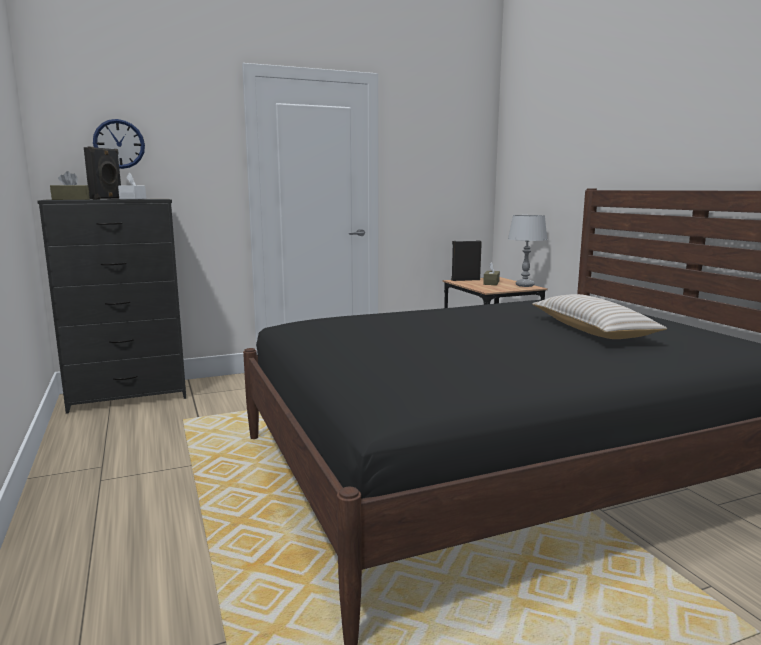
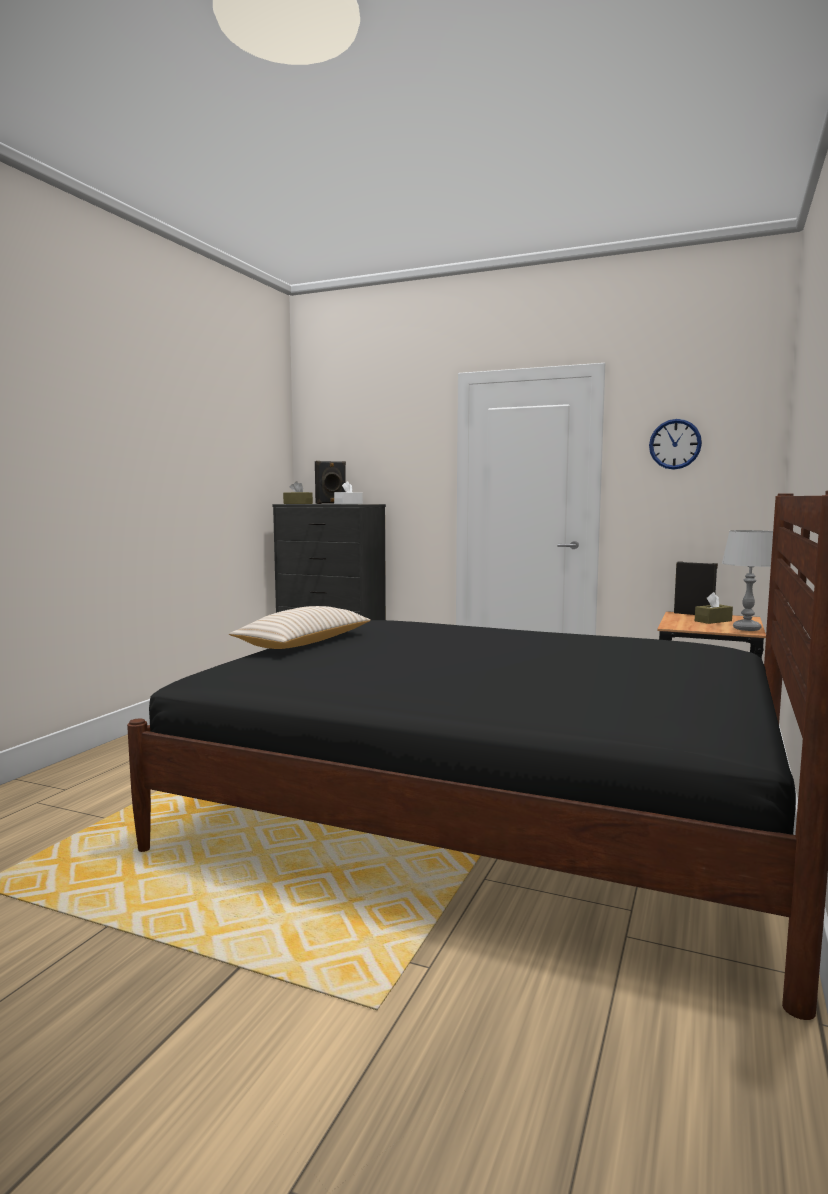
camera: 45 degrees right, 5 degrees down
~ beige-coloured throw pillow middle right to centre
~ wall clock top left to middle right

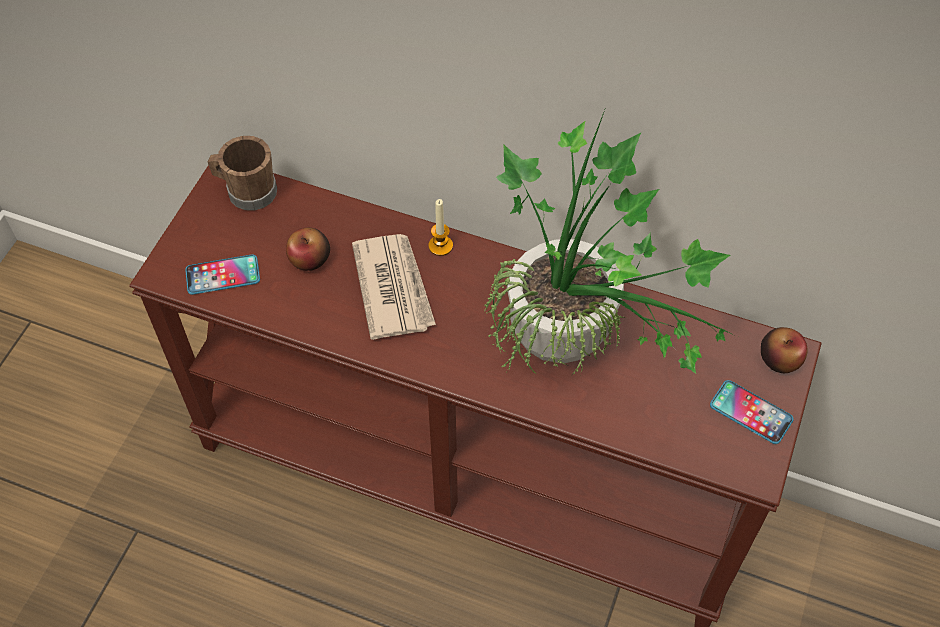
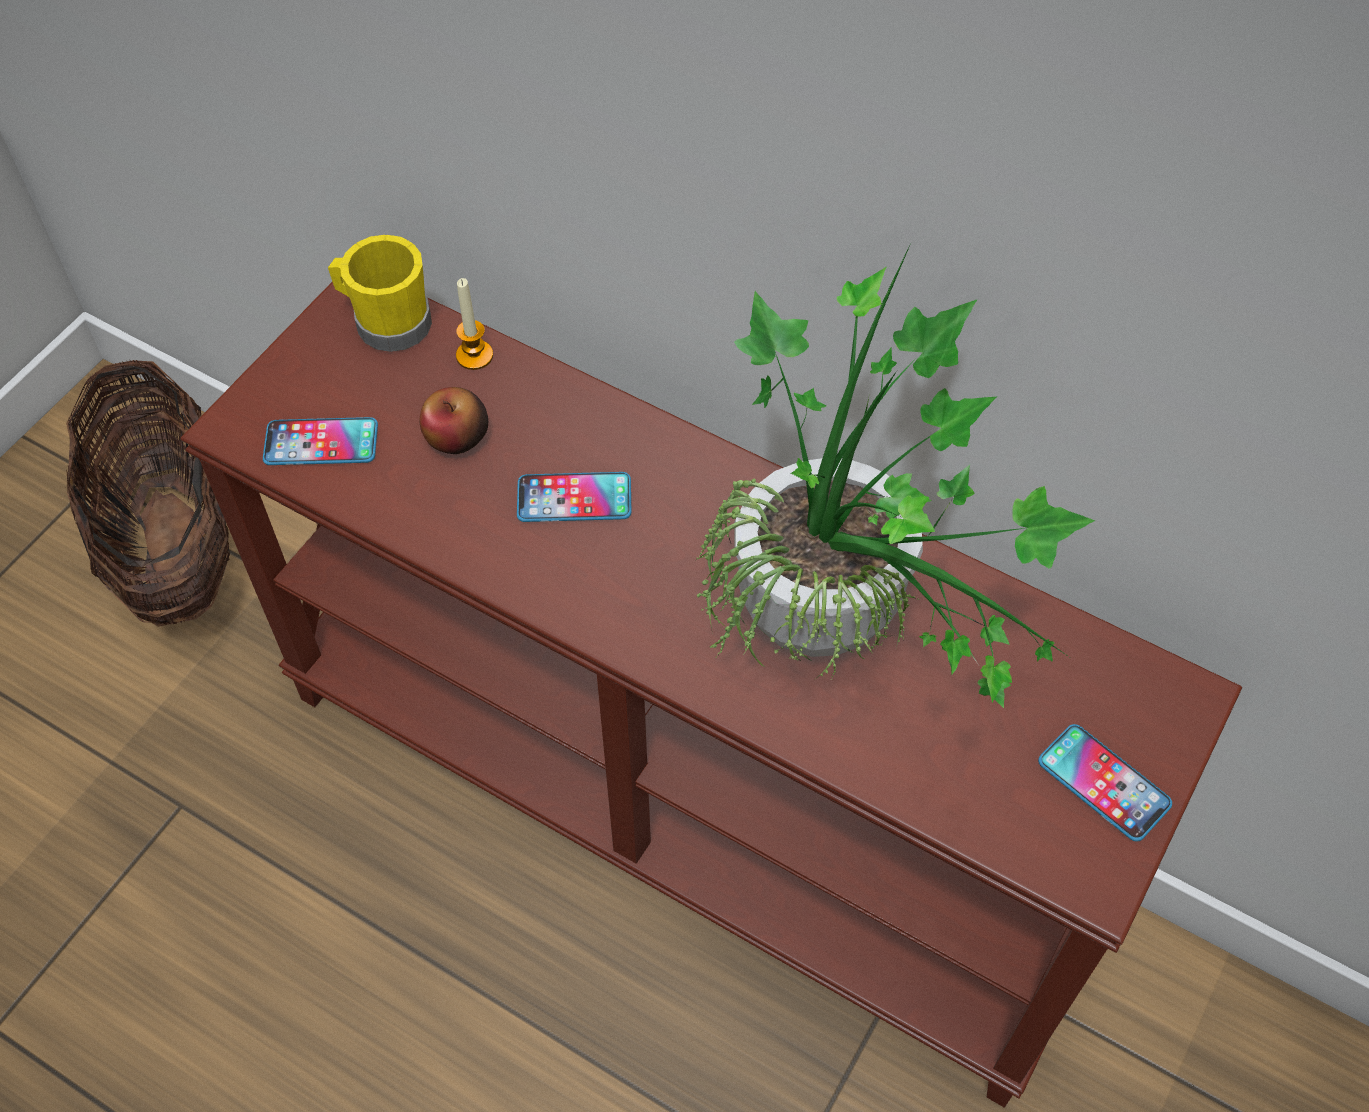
camera: 10 degrees right, 0 degrees up
+ basket middle left
~ brown coffee mug top left to yellow-coloured coffee mug top left
~ wax light centre to top centre
~ daily paper centre to phone (2nd from left) centre
- apple (2nd from left) middle right

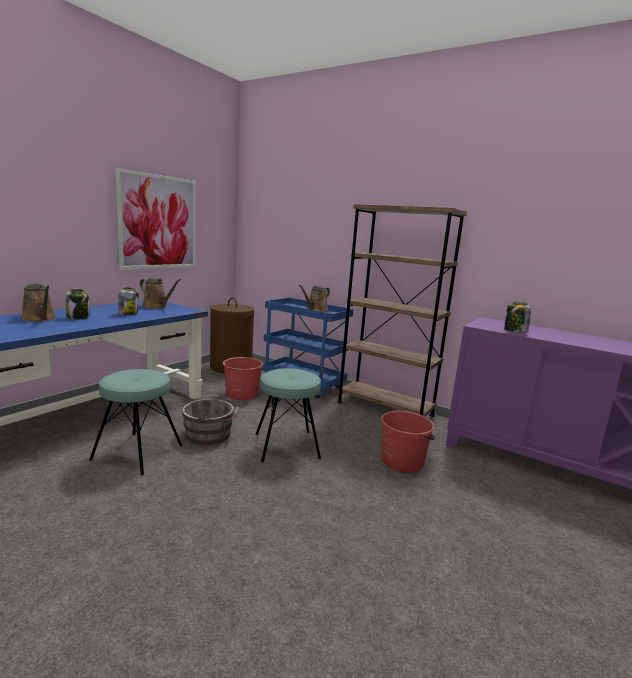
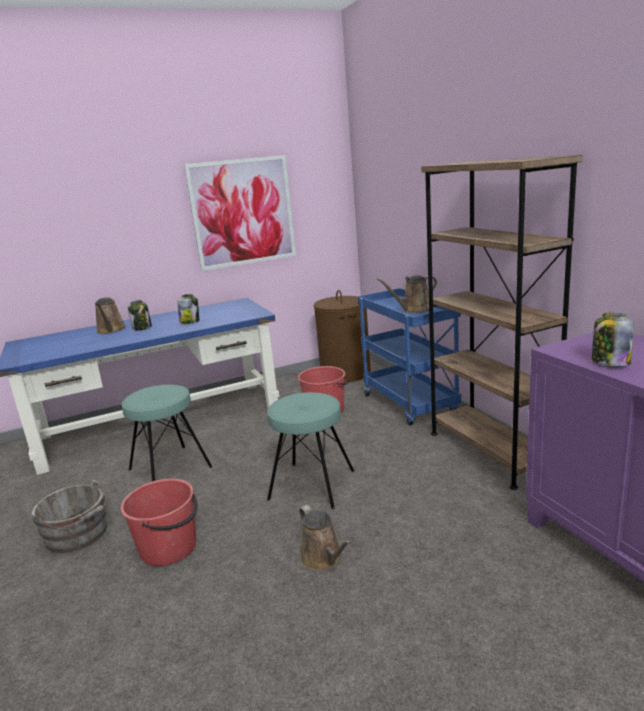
camera: 35 degrees right, 5 degrees up
~ greyish water bucket centre to bottom left
~ red-coloured water bucket (2nd from left in the first image) centre to red-coloured water bucket (1st from left) bottom left
~ brown sprinkling can (2nd from left) middle left to bottom centre

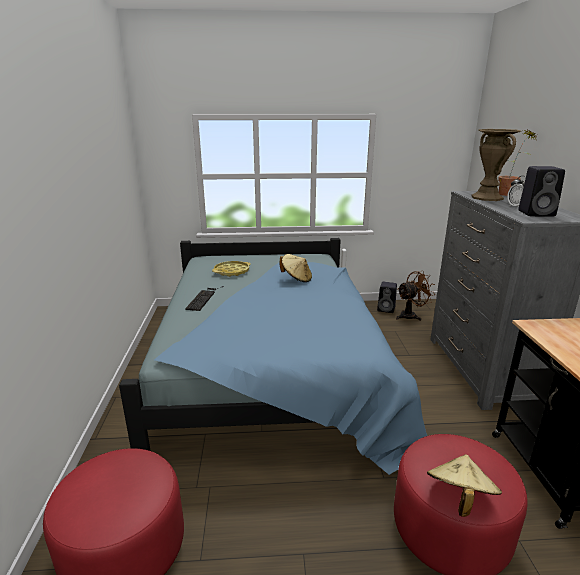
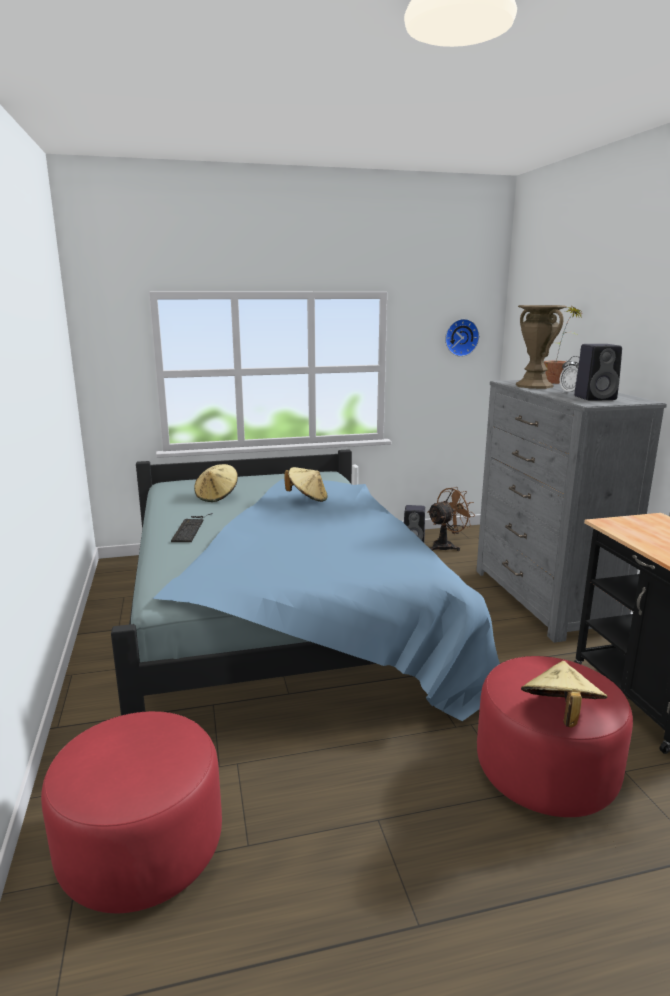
camera: 10 degrees left, 5 degrees down
~ yellow-coloured carrying tray centre to beige-coloured hat (1st from left) middle left
+ wall clock middle right

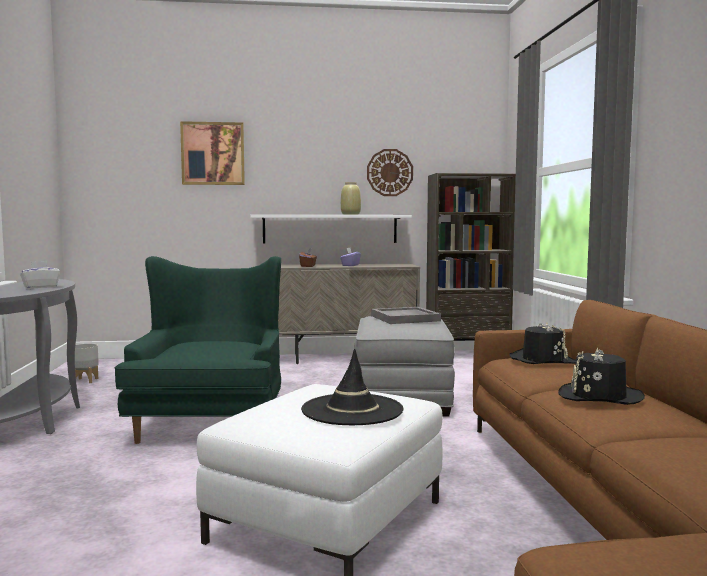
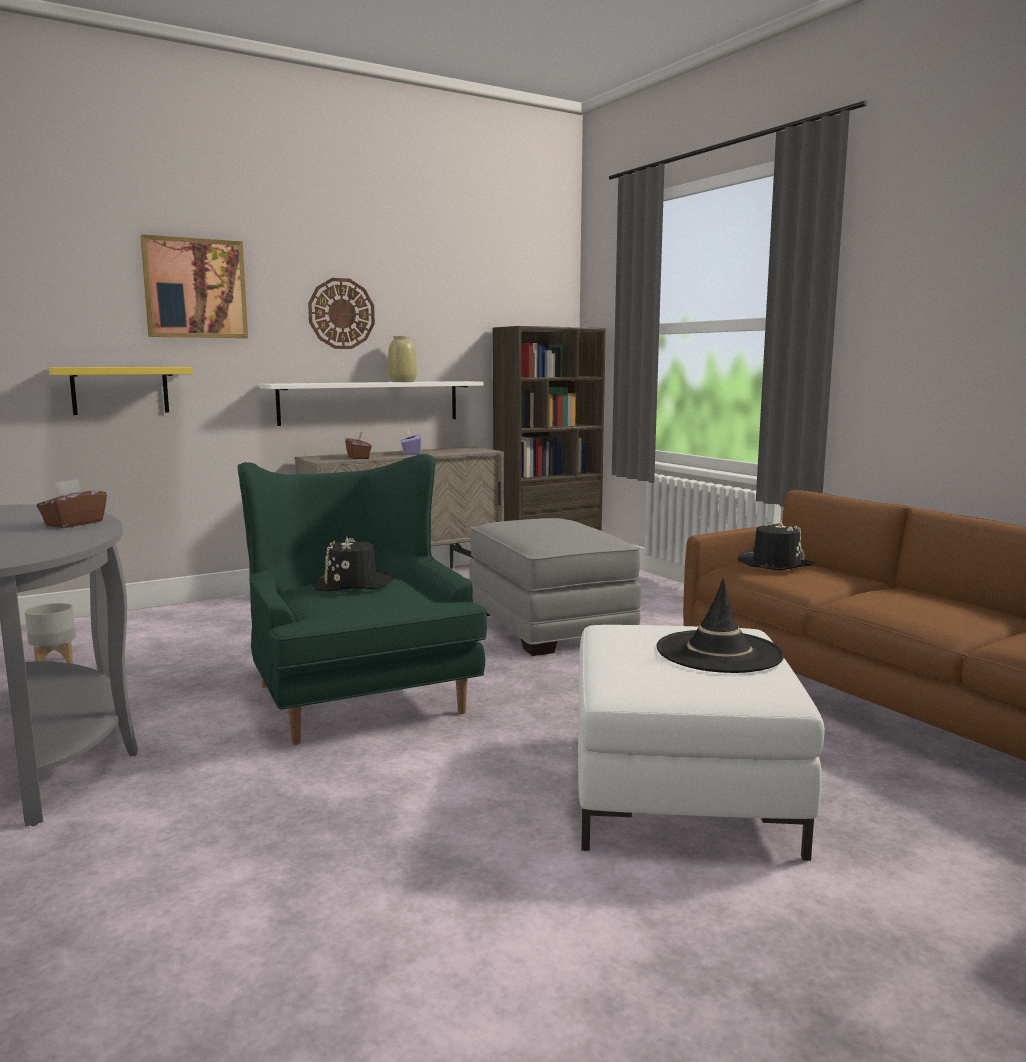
camera: 25 degrees left, 5 degrees up
~ whitish tissue holder middle left to brown tissue holder (1st from left) middle left
+ yellow-coloured bracket shelf middle left
~ wall clock top centre to top left
~ black hat (3rd from left in the first image) middle right to black hat (1st from left) centre
- greyish carrying tray centre

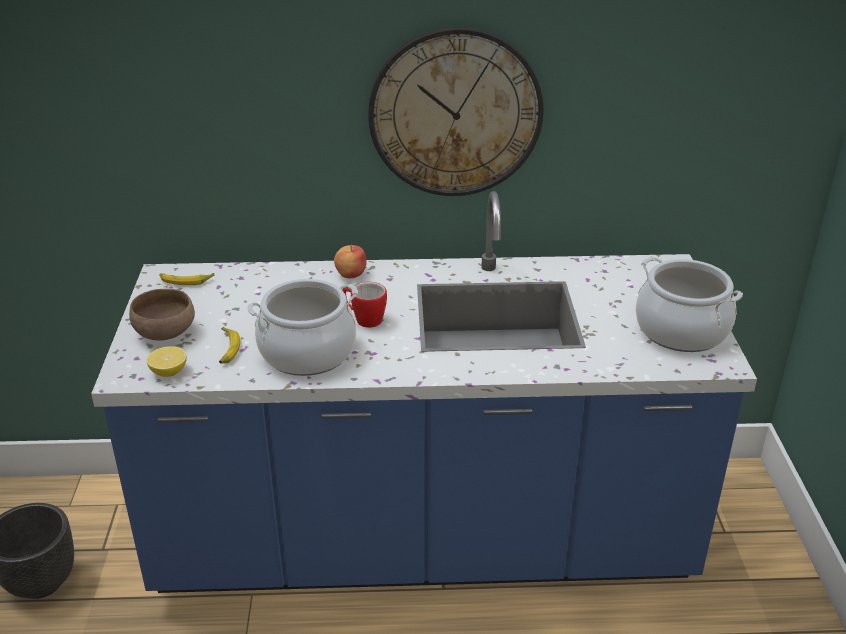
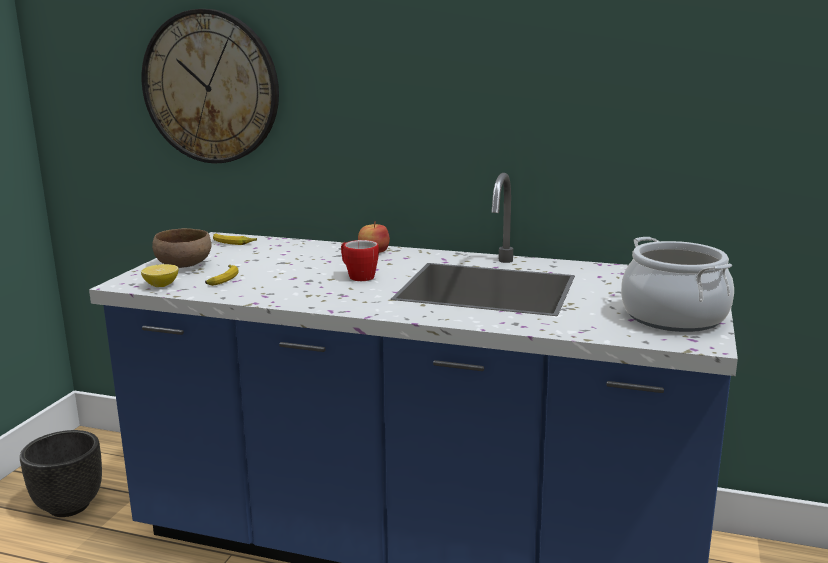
camera: 20 degrees right, 15 degrees down
~ wall clock top centre to top left
- stockpot (1st from left) centre

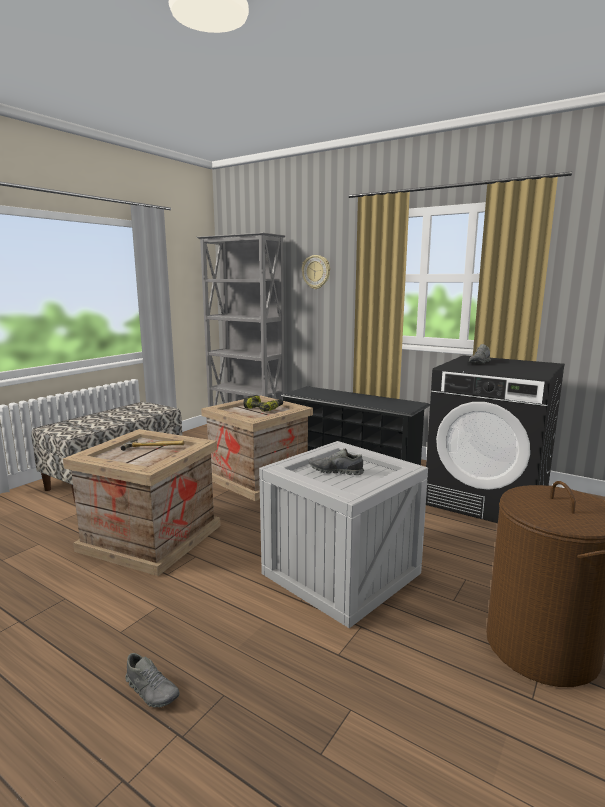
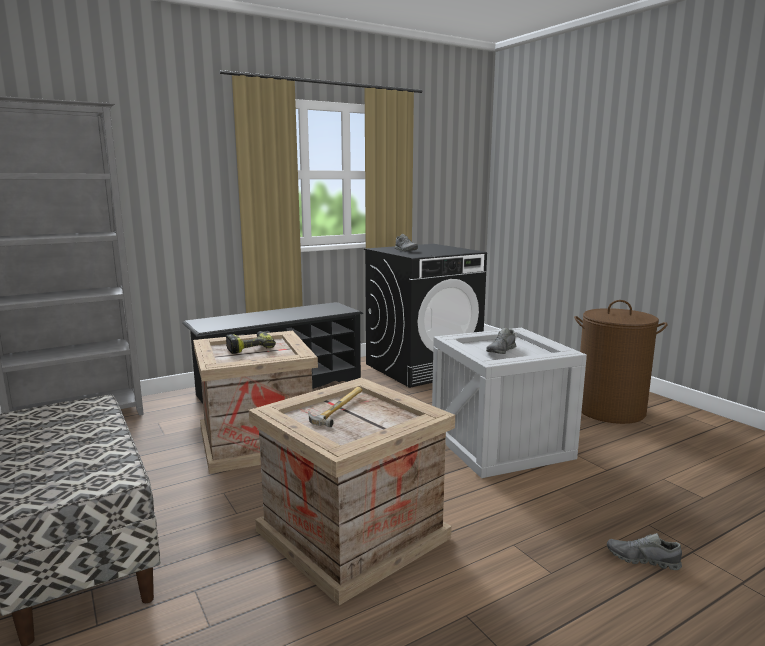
camera: 65 degrees left, 0 degrees up
~ greyish shoe (1st from left in the first image) bottom left = bottom right 135 degrees counterclockwise
- wall clock centre

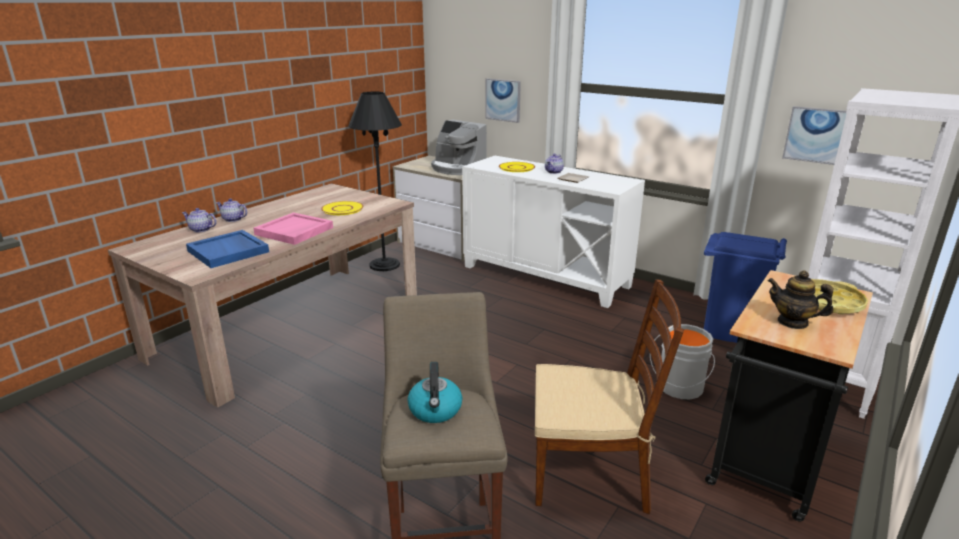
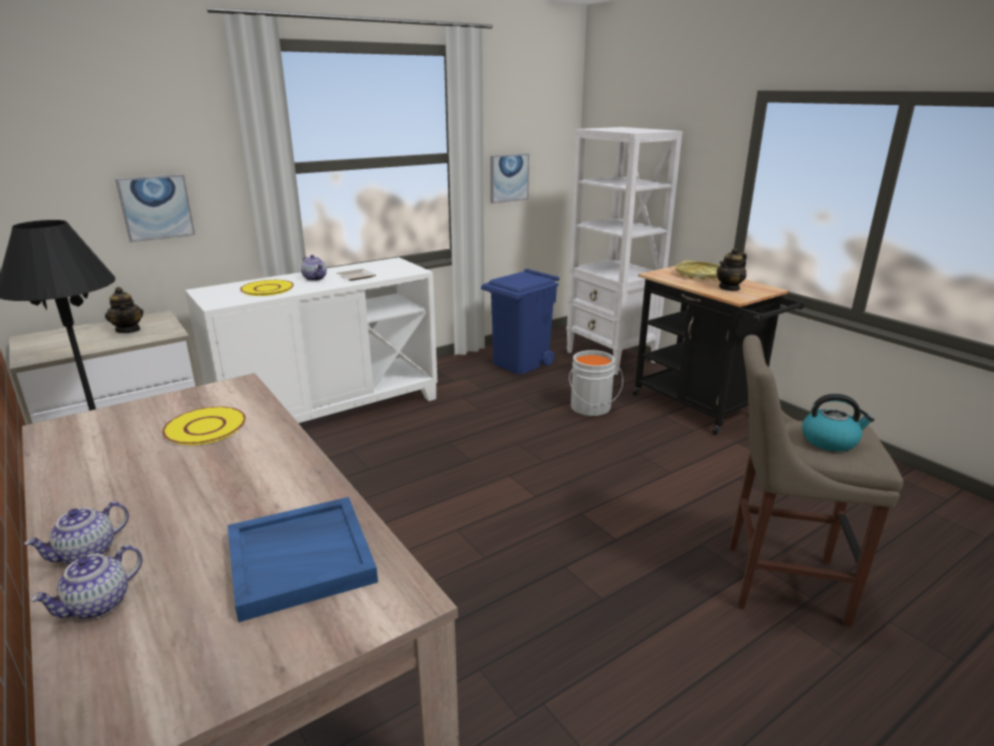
camera: 70 degrees left, 0 degrees up
~ coffee maker top centre to pot for tea (3rd from left) middle left
- pink carrying tray middle left
- brown plain chair bottom centre

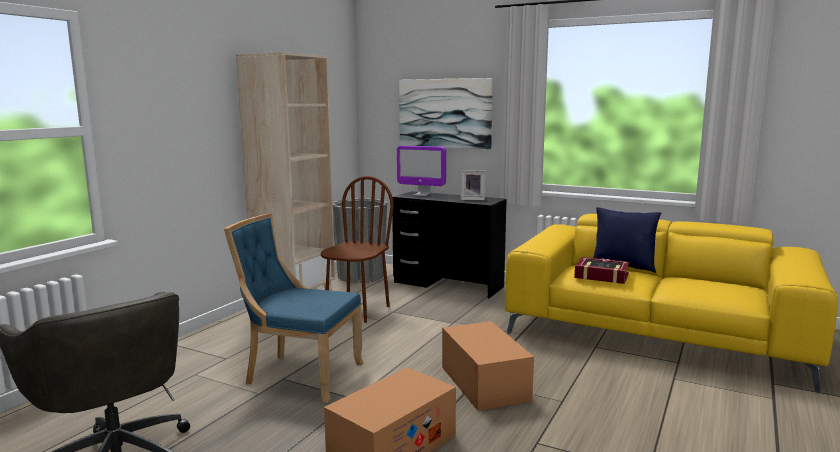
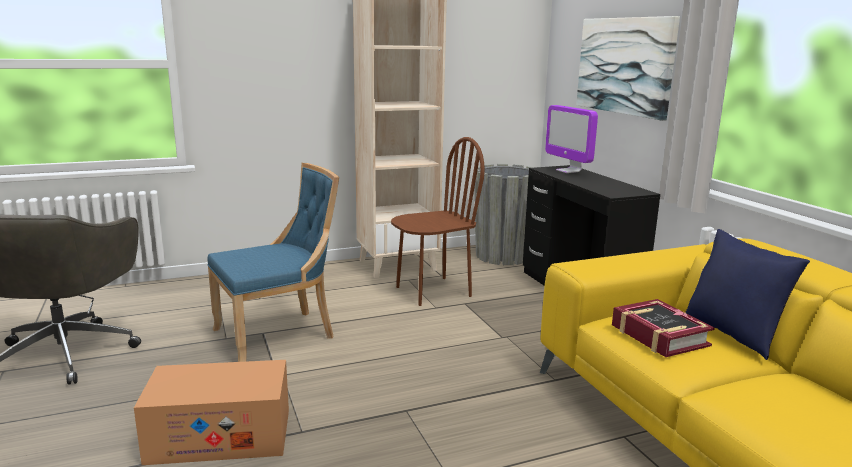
camera: 40 degrees right, 5 degrees up
~ blue plain chair bottom centre = middle left 90 degrees clockwise
- carton (2nd from left) bottom centre
- photo frame centre

